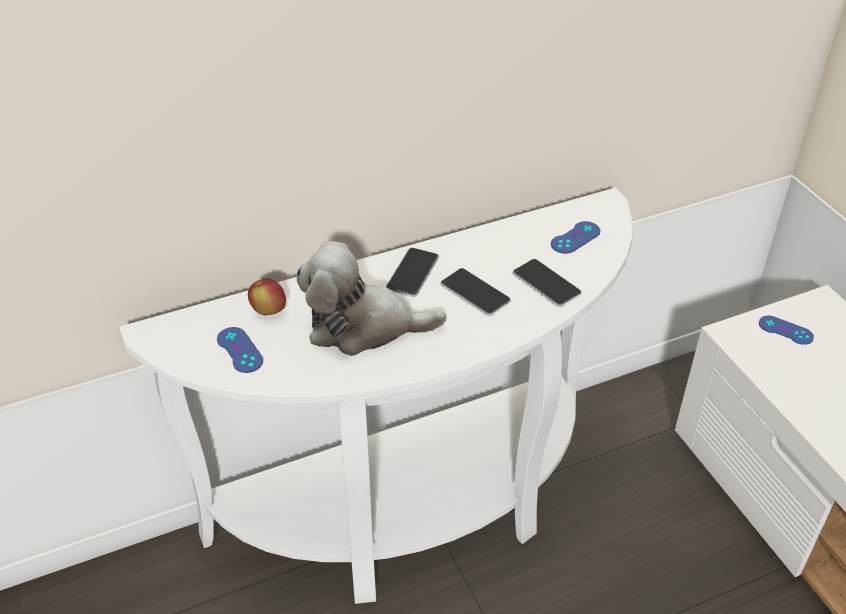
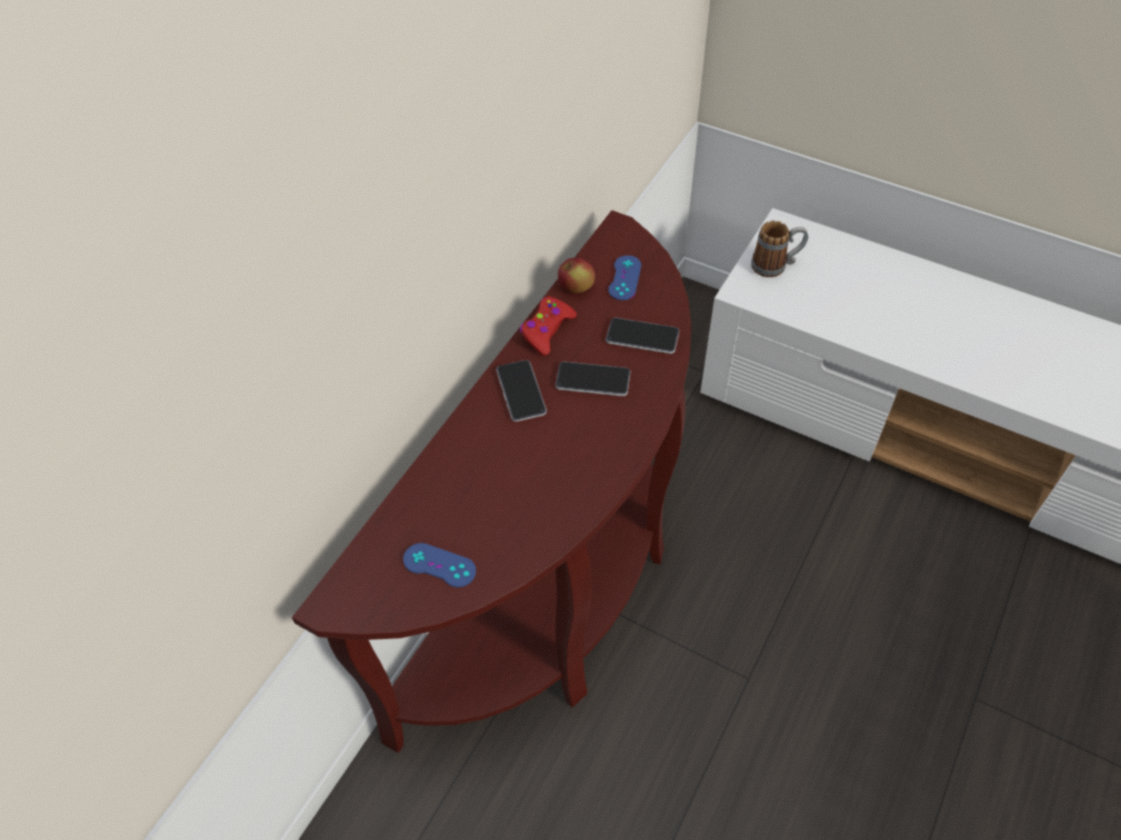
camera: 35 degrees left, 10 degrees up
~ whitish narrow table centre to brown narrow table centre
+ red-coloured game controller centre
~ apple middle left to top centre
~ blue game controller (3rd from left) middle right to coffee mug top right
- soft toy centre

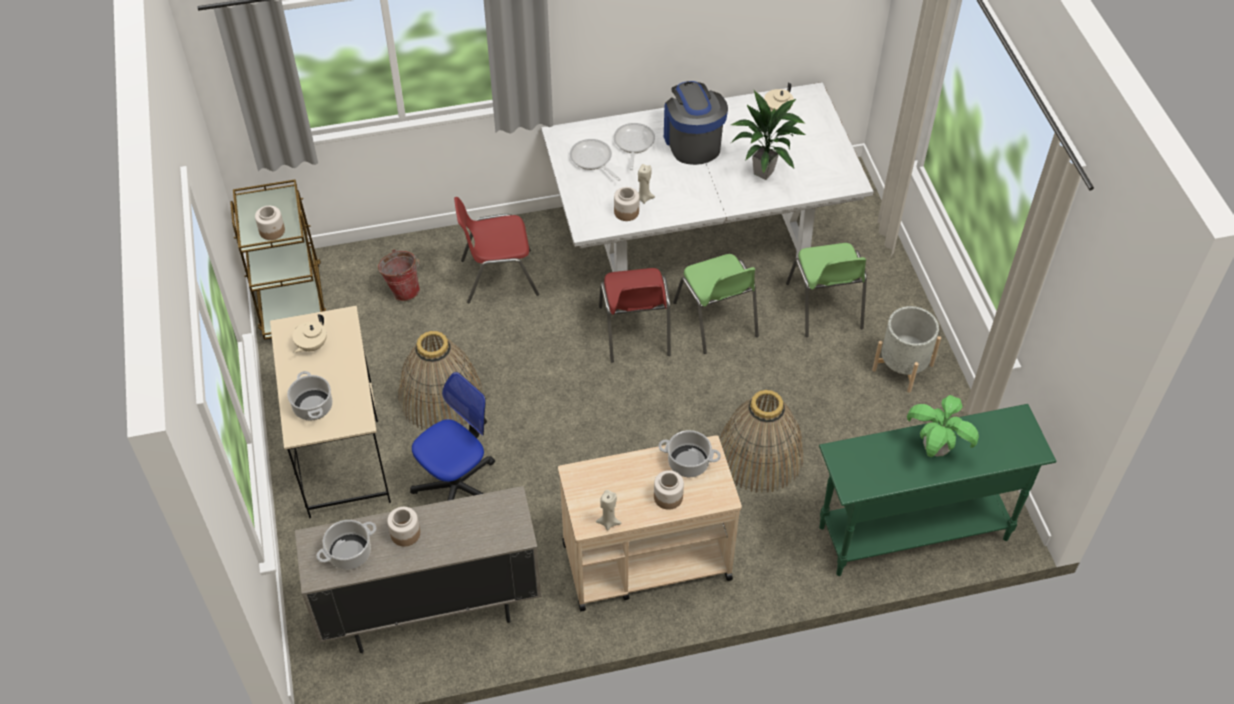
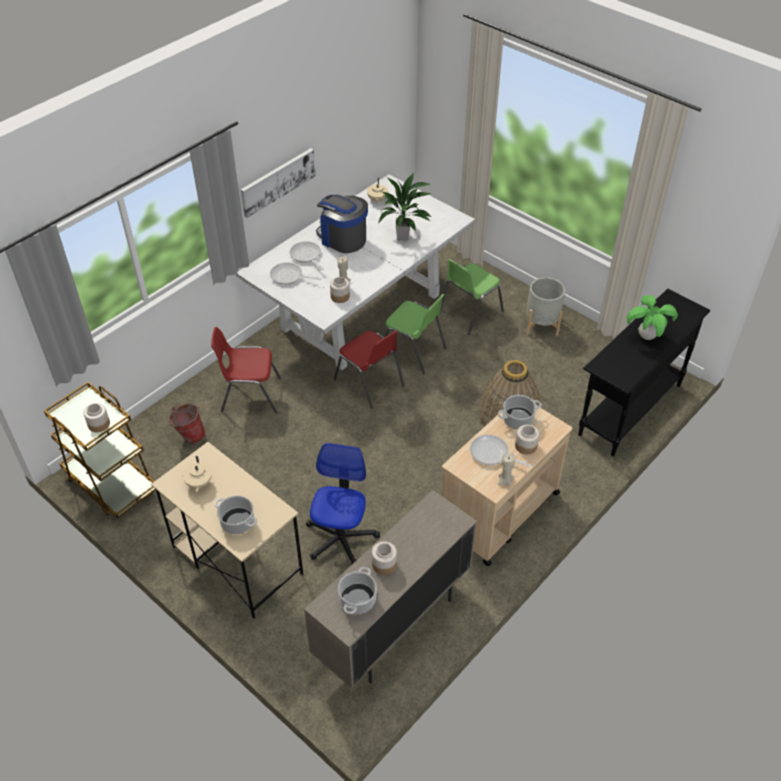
camera: 35 degrees left, 5 degrees down
~ red-coloured plain chair (1st from left) centre = middle left 45 degrees clockwise
+ wall art top centre
~ green-coloured plain chair (2nd from left) middle right = centre 90 degrees clockwise
+ skillet (3rd from left) centre
~ green-coloured narrow table bottom right to black narrow table middle right
- basket (1st from left) centre

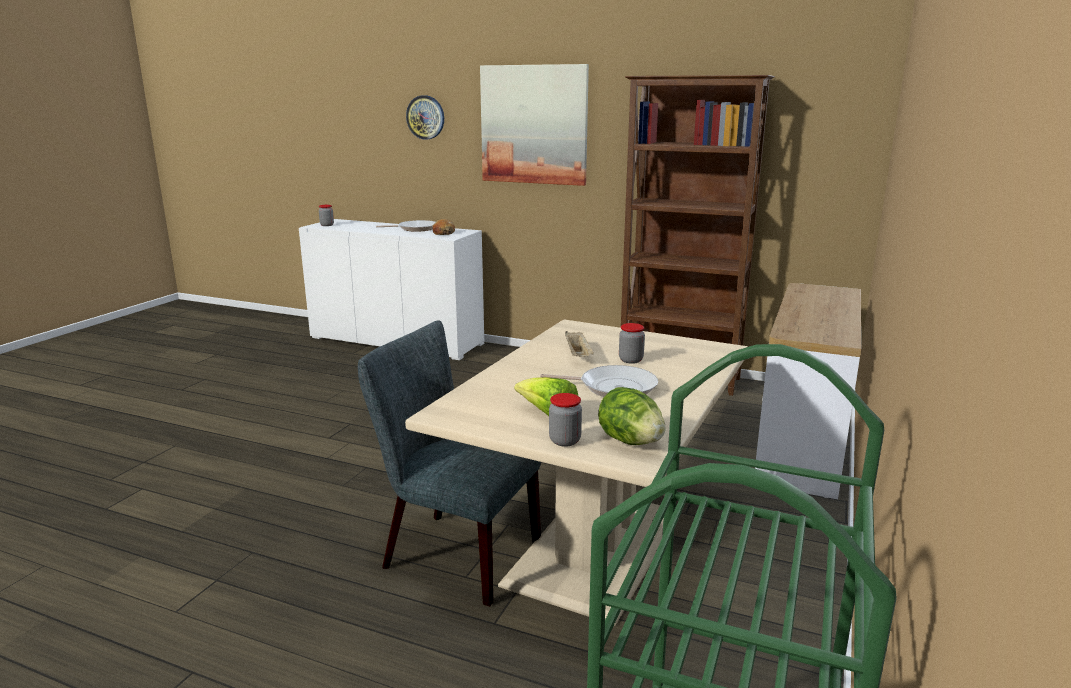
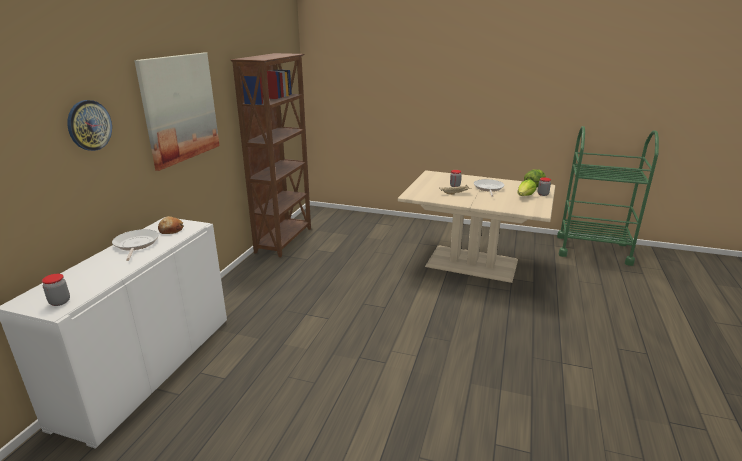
camera: 95 degrees left, 5 degrees up
- greyish plain chair bottom centre
- narrow table middle right

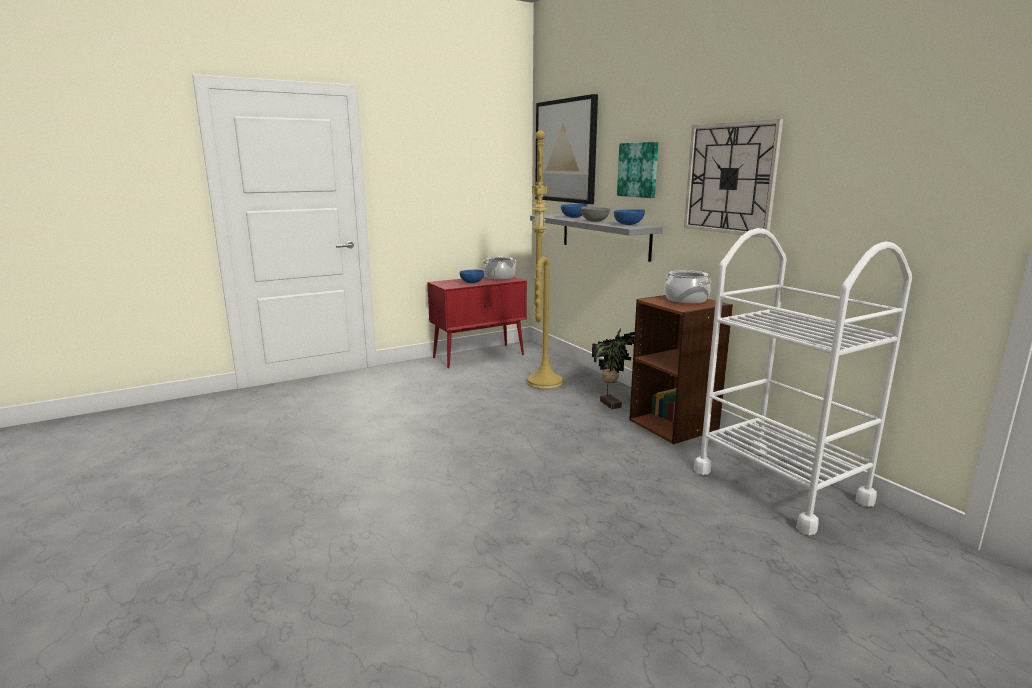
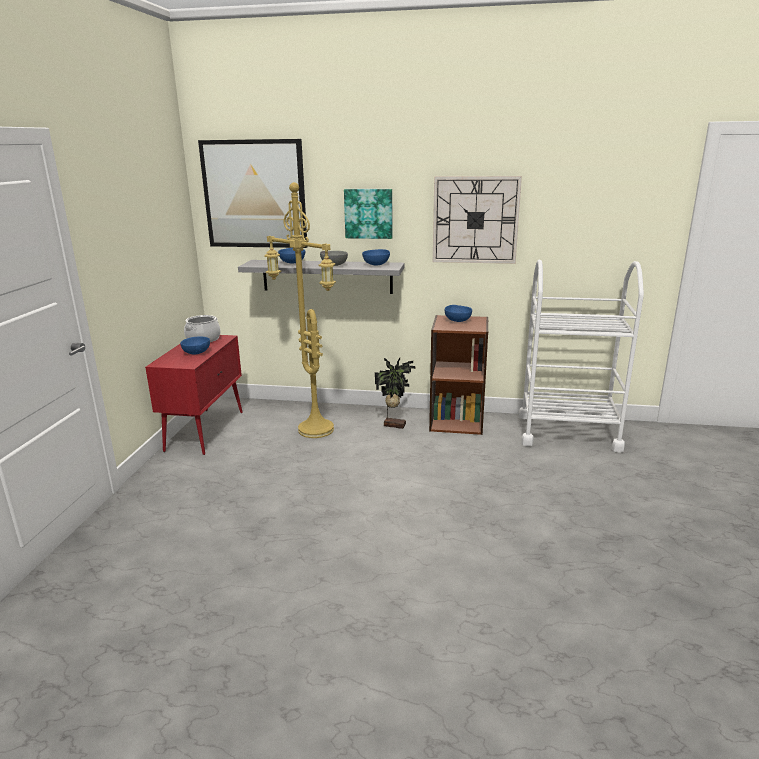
camera: 50 degrees left, 5 degrees up
~ stockpot (2nd from left) middle right to blue serving bowl (4th from left) centre

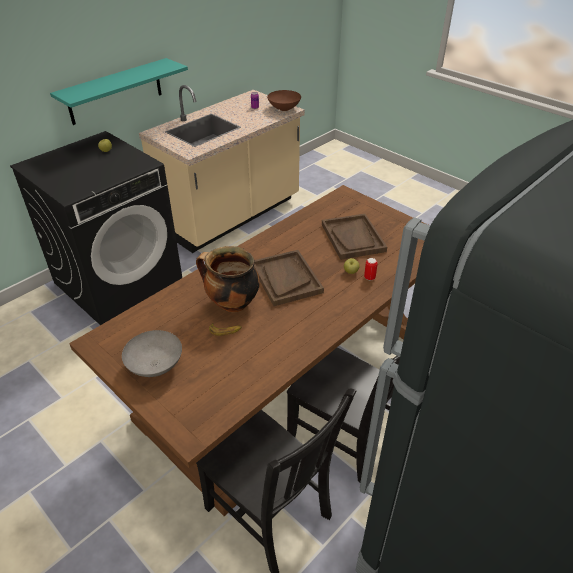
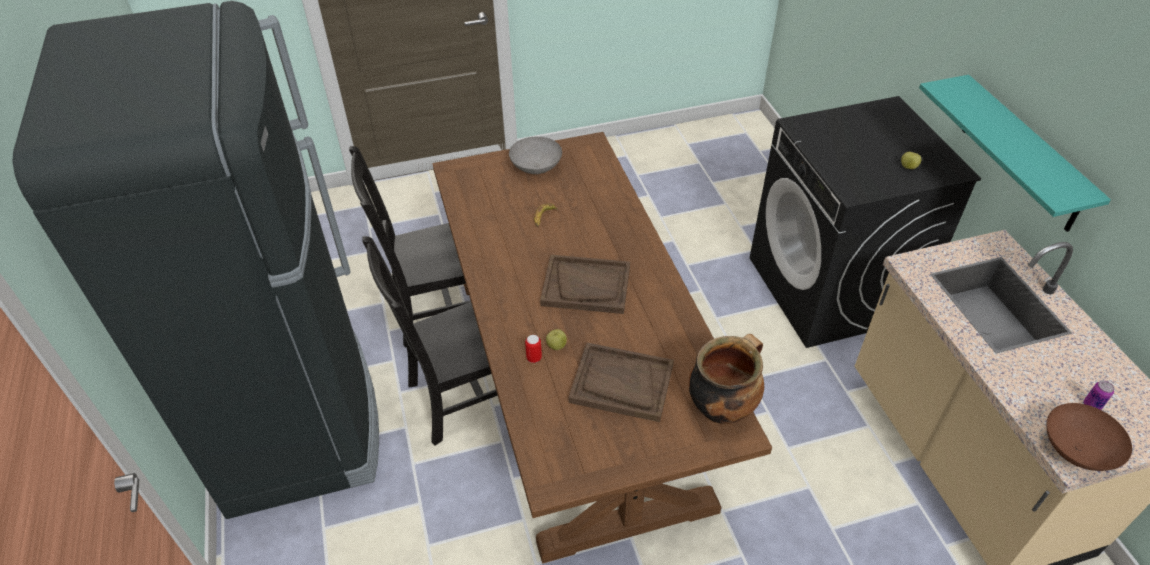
camera: 120 degrees right, 5 degrees up
~ stockpot centre to bottom centre

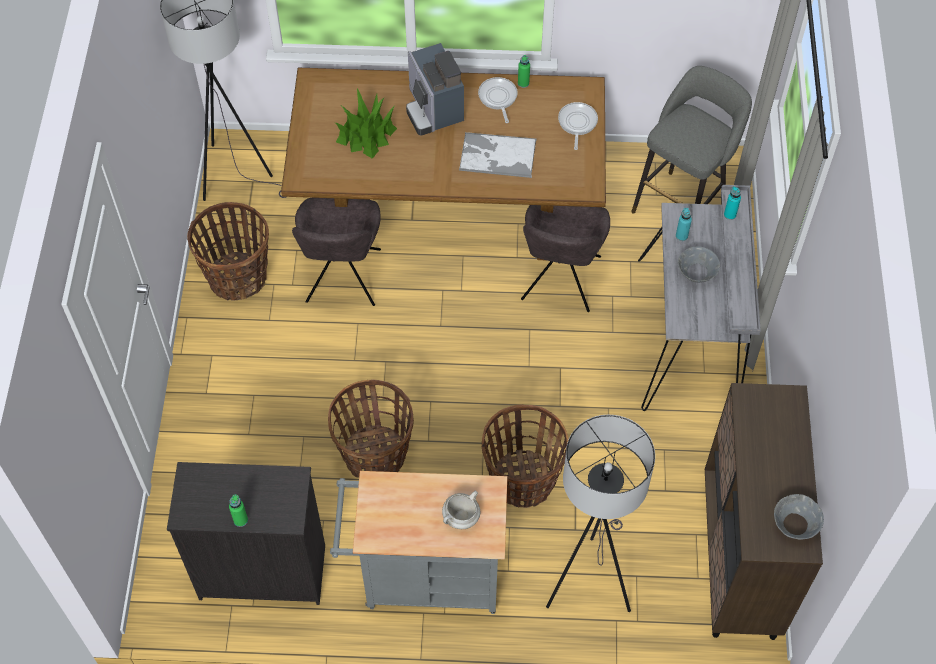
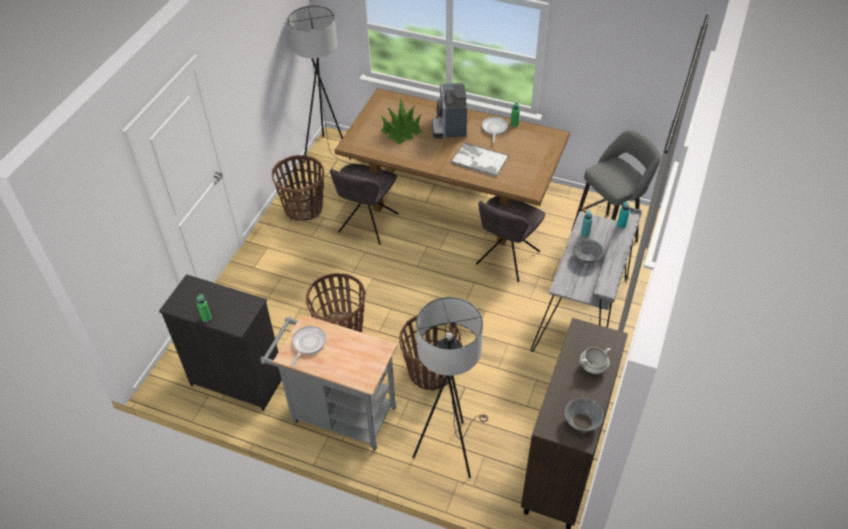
camera: 20 degrees right, 10 degrees down
~ skillet (2nd from left in the first image) top centre to skillet (1st from left) centre
~ whitish stockpot bottom centre to bottom right

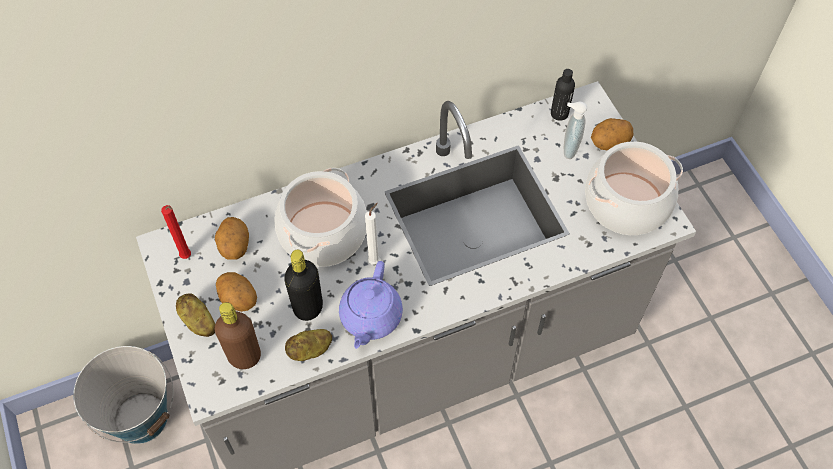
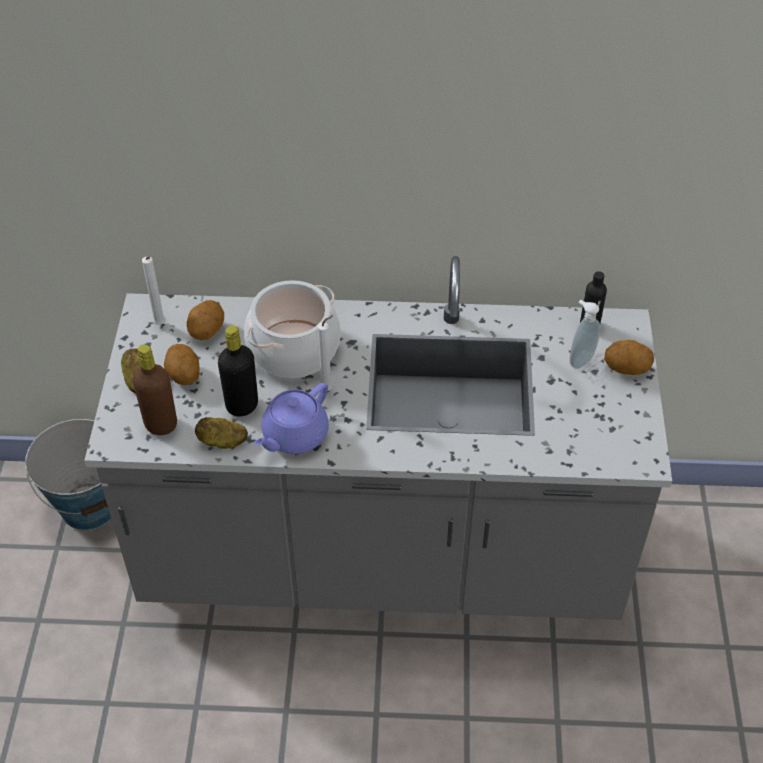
camera: 25 degrees right, 10 degrees down
~ red-coloured wax light middle left to whitish wax light (1st from left) middle left
- stockpot (2nd from left) middle right

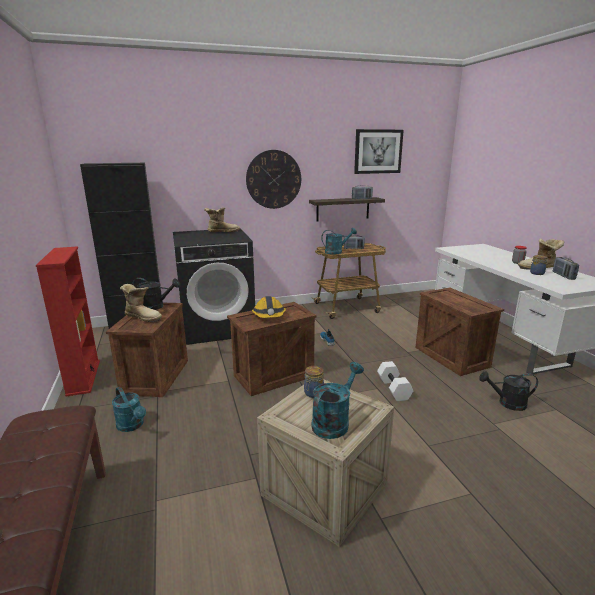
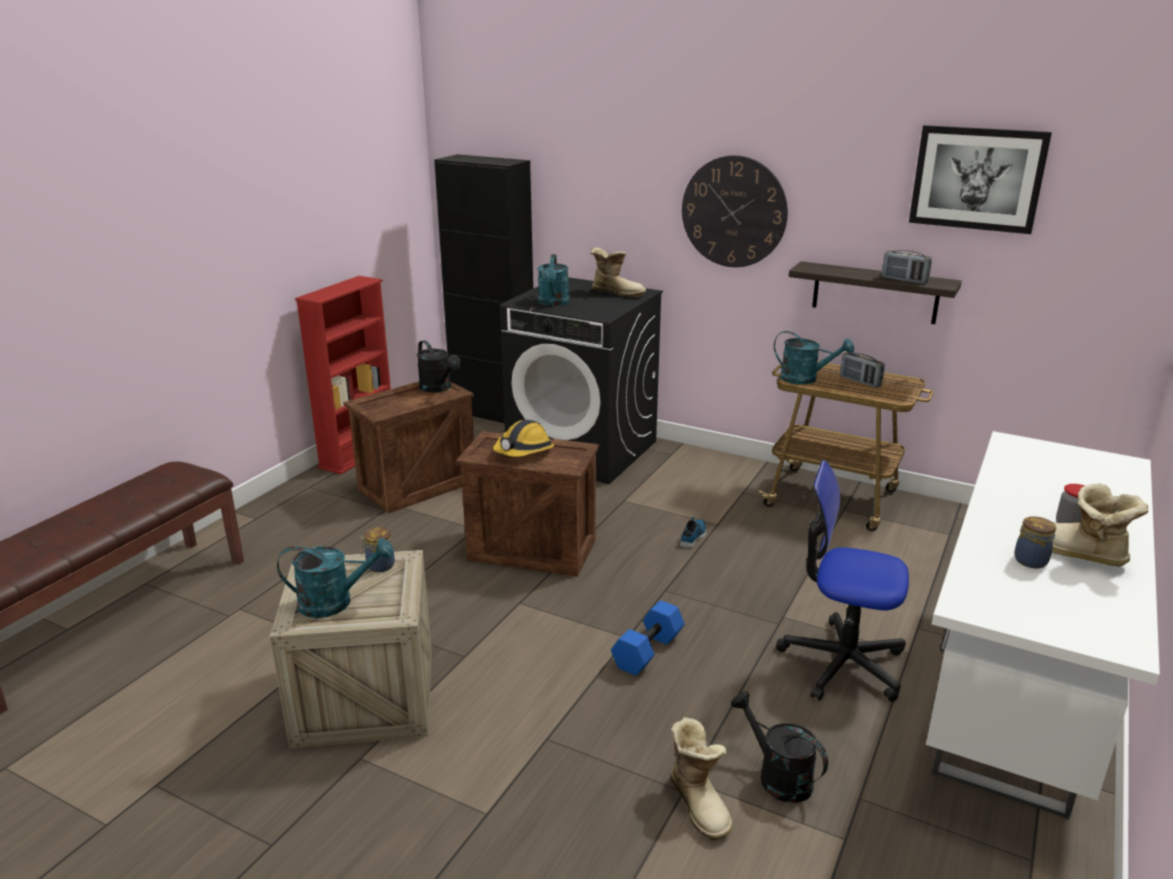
camera: 45 degrees right, 5 degrees up
~ turquoise sprinkling can (1st from left in the first image) bottom left to turquoise sprinkling can (2nd from left) top centre
~ whitish hand weight centre to blue hand weight bottom centre
~ high-top boot (1st from left in the first image) middle left to high-top boot (2nd from left) bottom centre
~ packing crate (4th from left) middle right to office chair middle right
- radio receiver (3rd from left) middle right

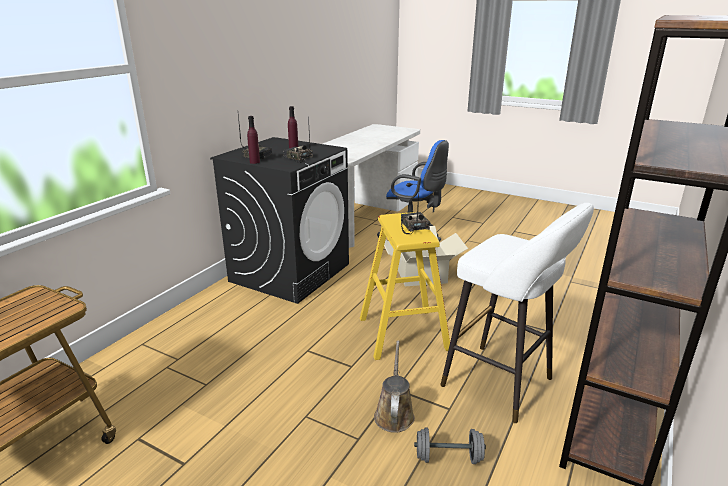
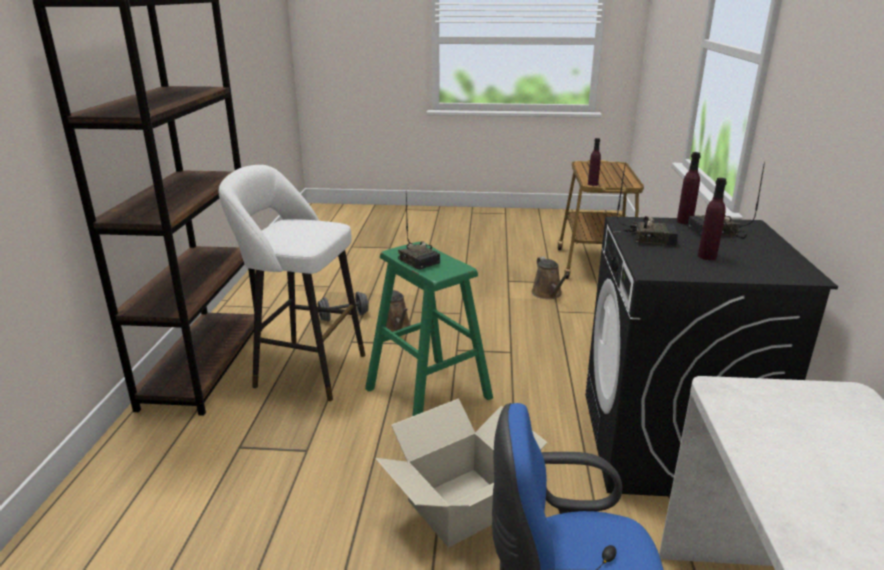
camera: 155 degrees right, 0 degrees up
~ yellow-coloured sitting stool centre to green-coloured sitting stool centre
+ brown sprinkling can (2nd from left) centre
+ purple-coloured drink bottle (1st from left) top right

